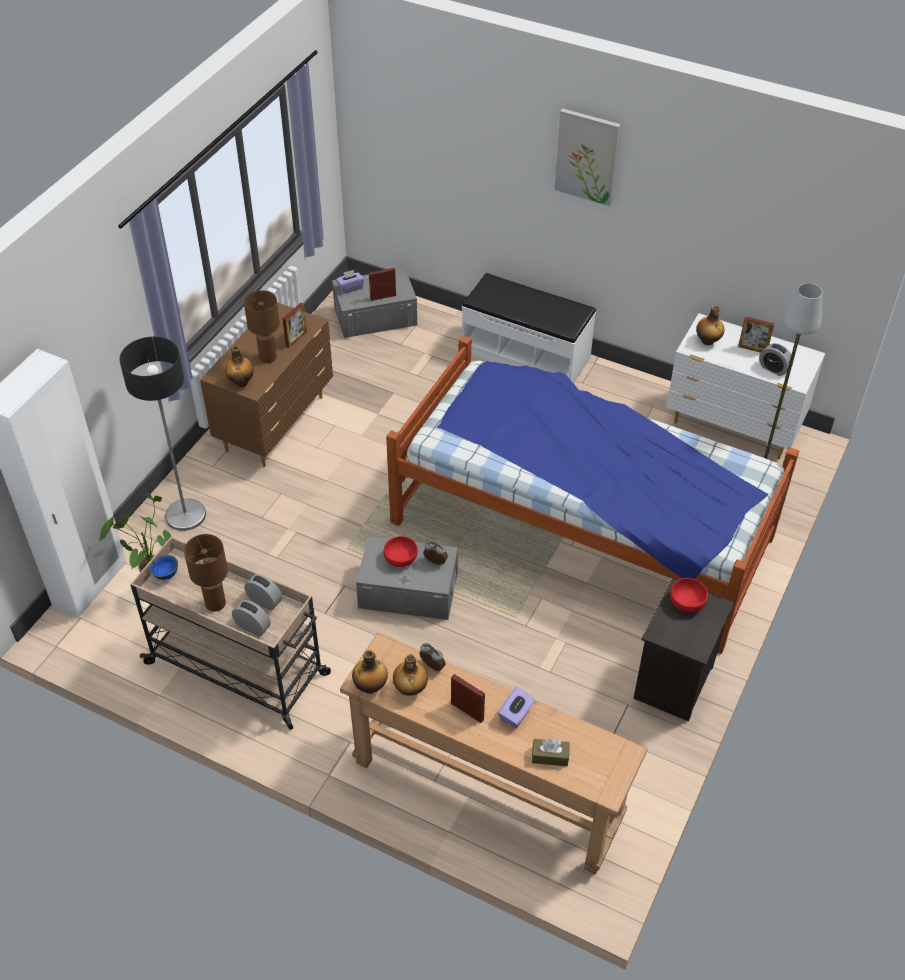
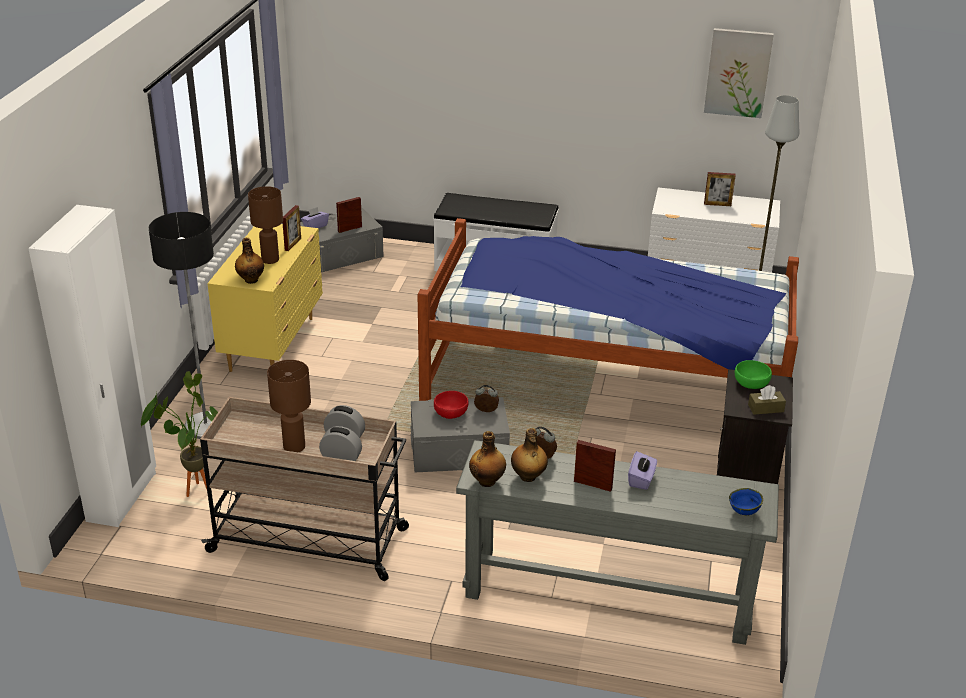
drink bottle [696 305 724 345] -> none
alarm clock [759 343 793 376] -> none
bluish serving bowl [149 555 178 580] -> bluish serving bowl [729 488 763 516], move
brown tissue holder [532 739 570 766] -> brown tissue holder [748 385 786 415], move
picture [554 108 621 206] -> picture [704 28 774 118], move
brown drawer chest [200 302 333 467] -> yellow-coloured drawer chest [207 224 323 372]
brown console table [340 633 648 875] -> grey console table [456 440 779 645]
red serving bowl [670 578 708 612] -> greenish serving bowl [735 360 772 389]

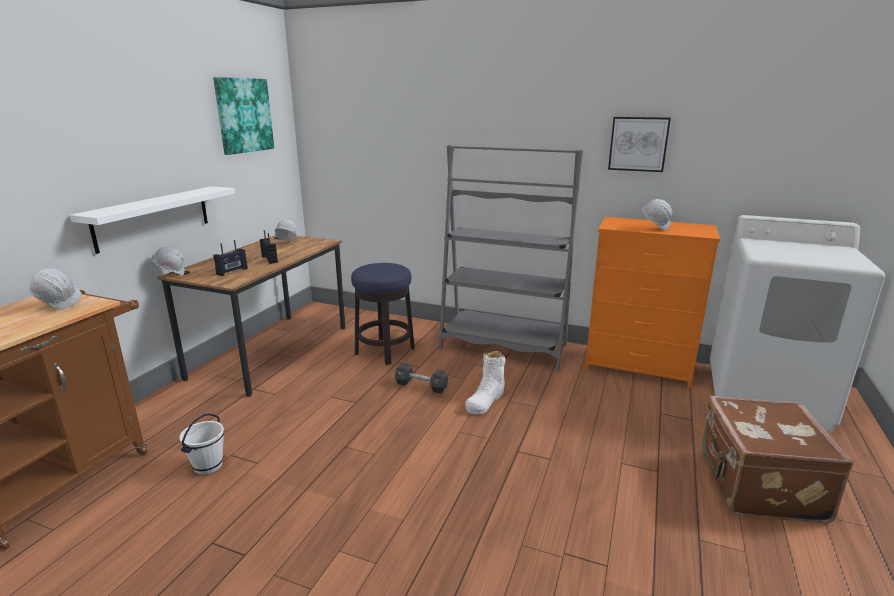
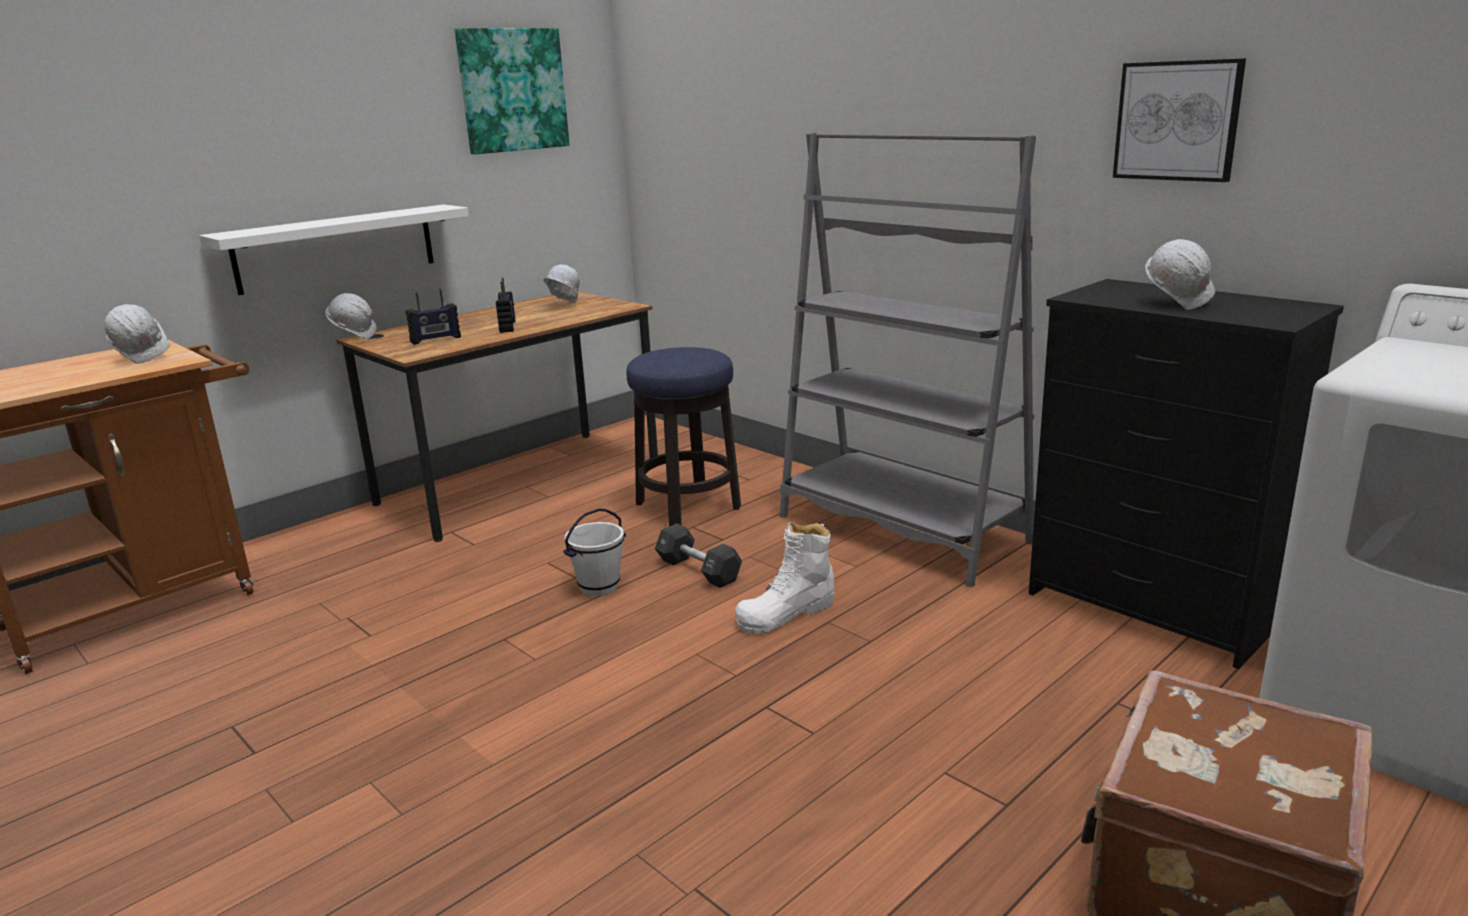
whitish pail [179 414 224 475] -> whitish pail [563 508 626 596], move
orangey drawer chest [585 217 720 388] -> blackish drawer chest [1029 279 1344 669]

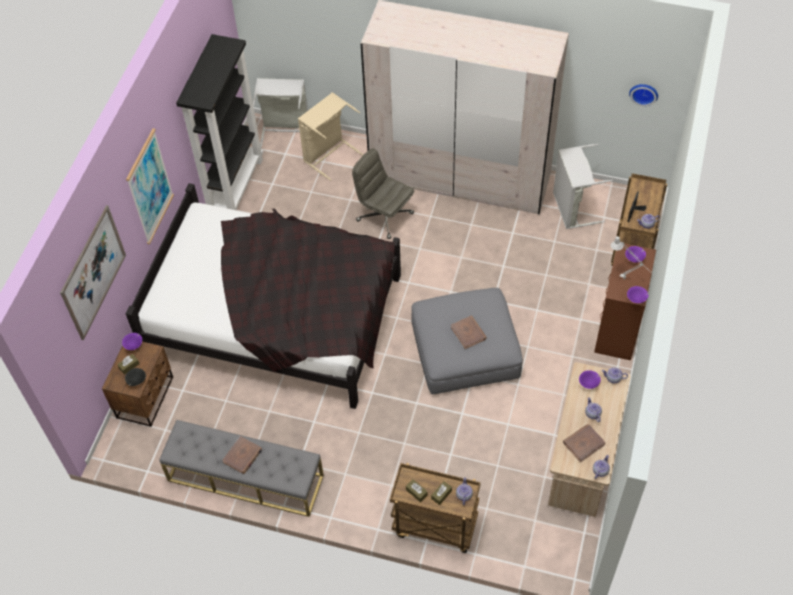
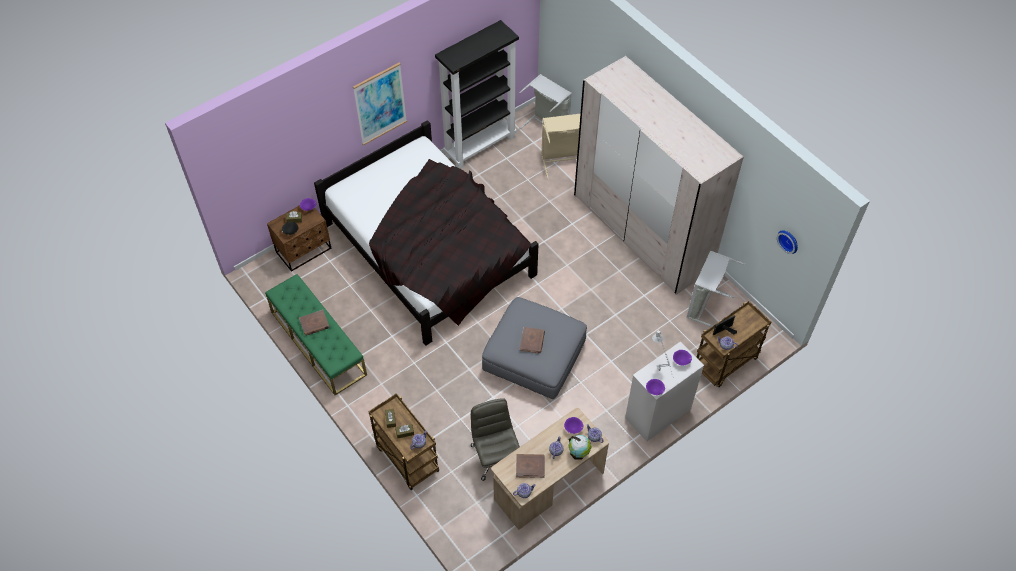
picture [60 205 126 340] -> none
none -> desk globe [569 435 592 460]
grey computer chair [352 148 414 239] -> grey computer chair [471 398 520 481], move
grey bench [159 420 324 517] -> greenish bench [265 274 367 395]
brown drawer chest [594 243 656 360] -> whitish drawer chest [625 341 704 441]

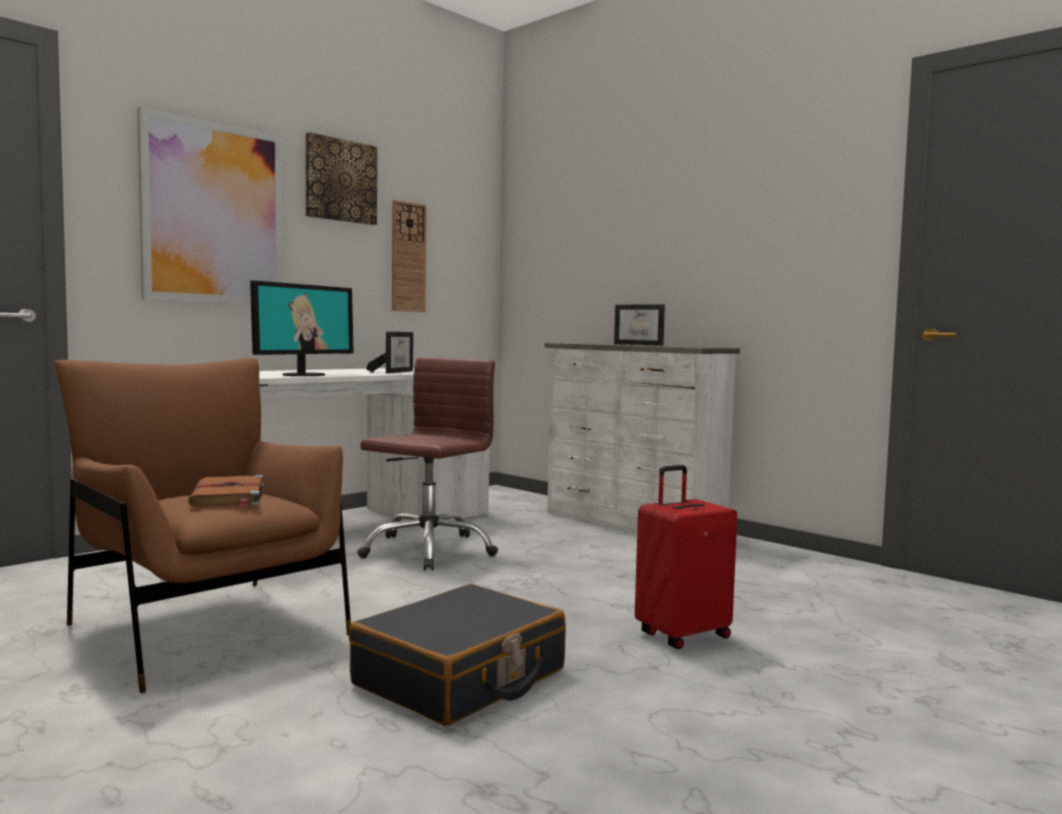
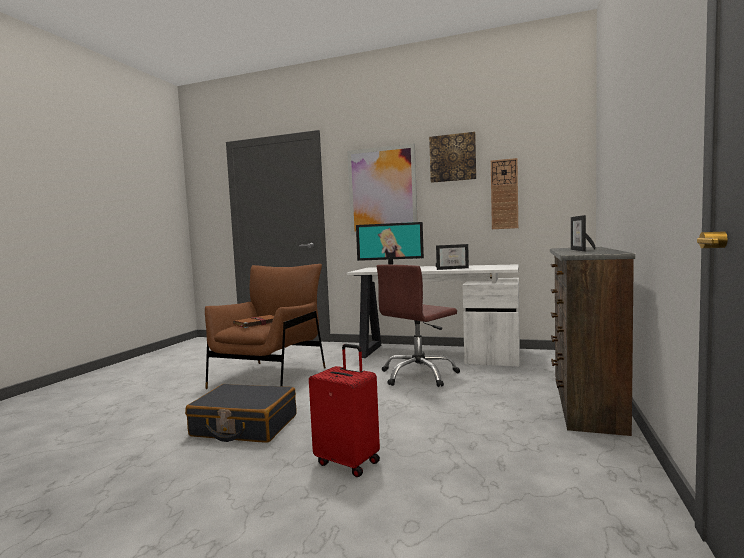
whitish drawer chest [545 343 740 533] -> brown drawer chest [550 247 635 436]
brown computer chair [357 357 498 570] -> brown computer chair [377 264 460 387], 135 degrees clockwise

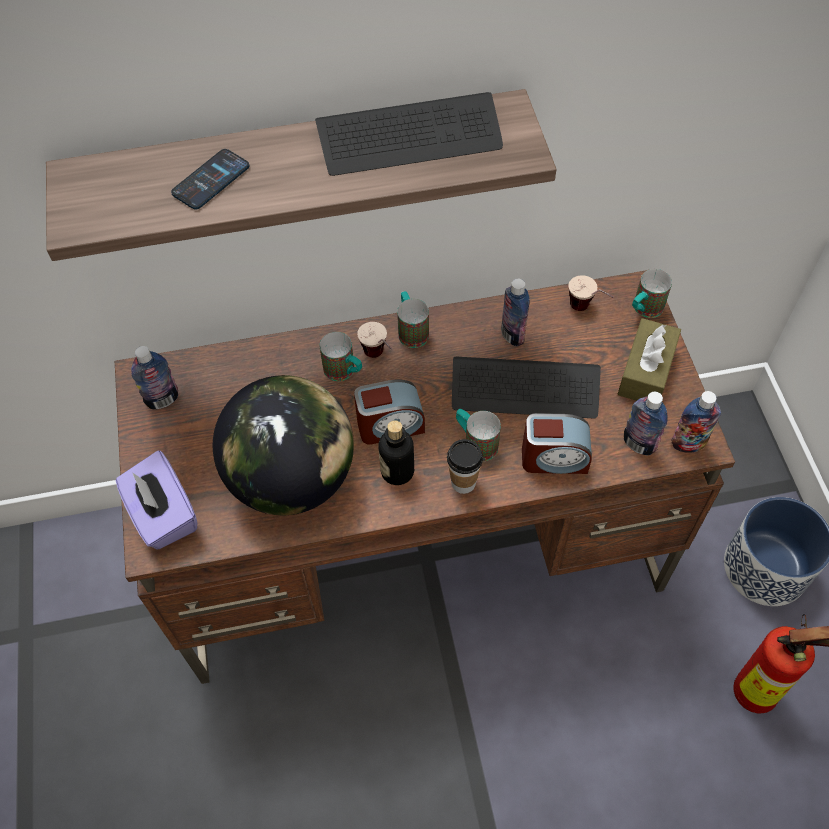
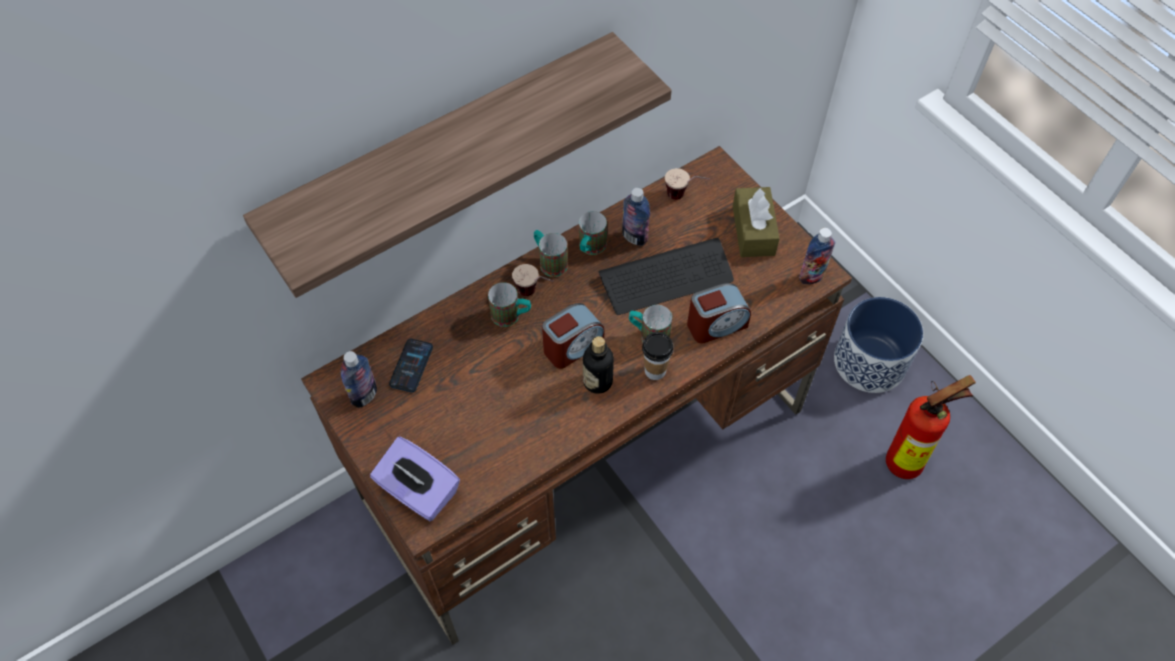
desk globe [213 375 354 515] -> none
computer keyboard [315 92 503 176] -> none
drink bottle [624 392 668 455] -> none
phone [171 149 249 210] -> phone [389 339 433 392], move
coffee mug [632 269 672 318] -> coffee mug [579 211 607 255], move

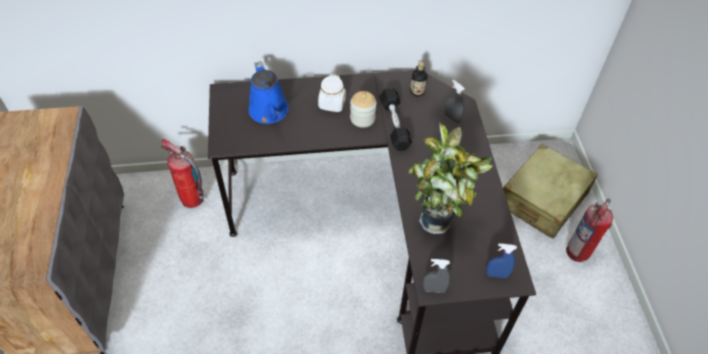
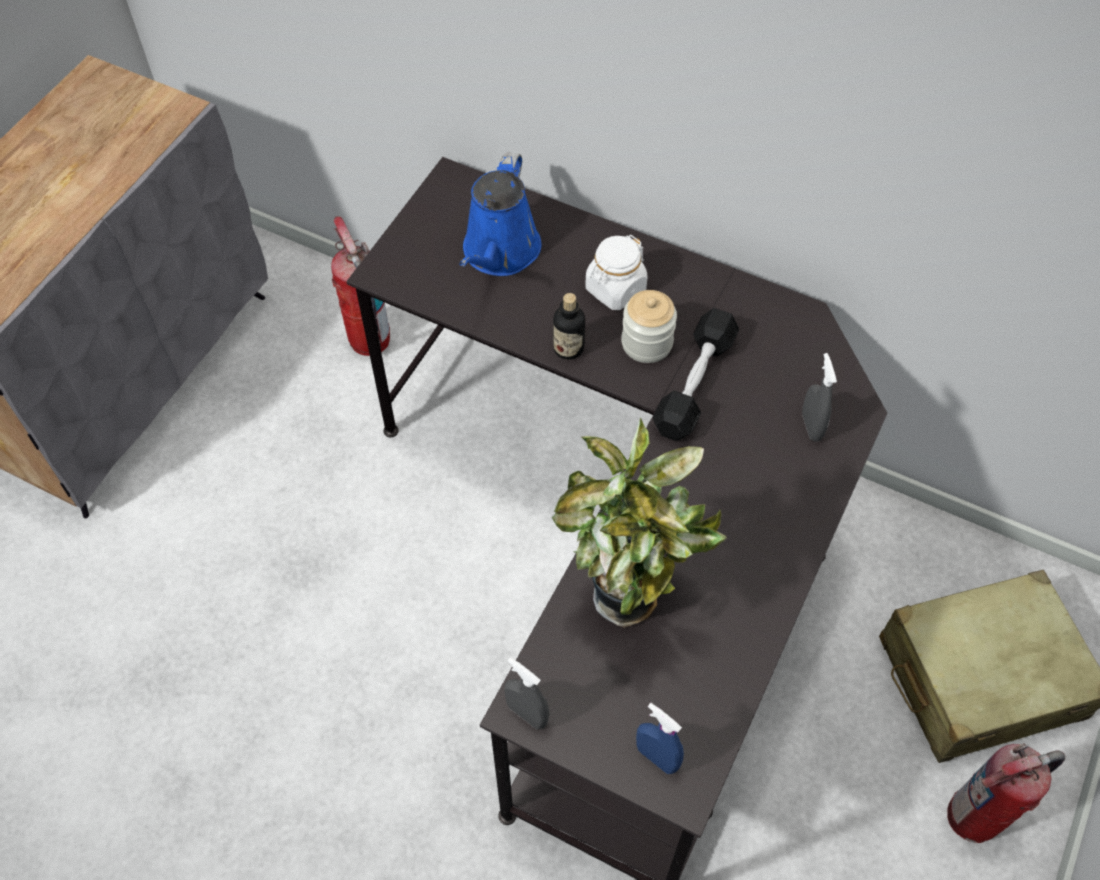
drink bottle [410 62 427 97] -> drink bottle [553 293 585 360], move

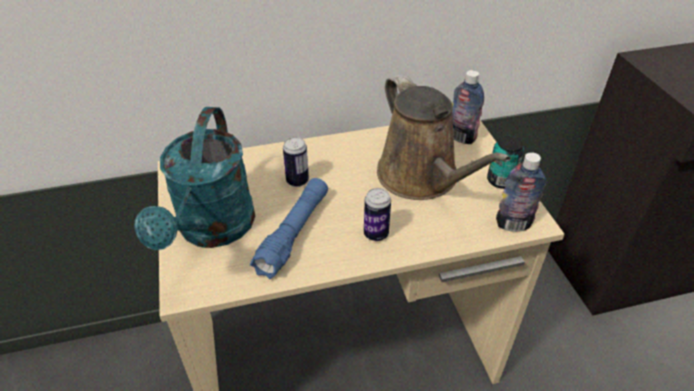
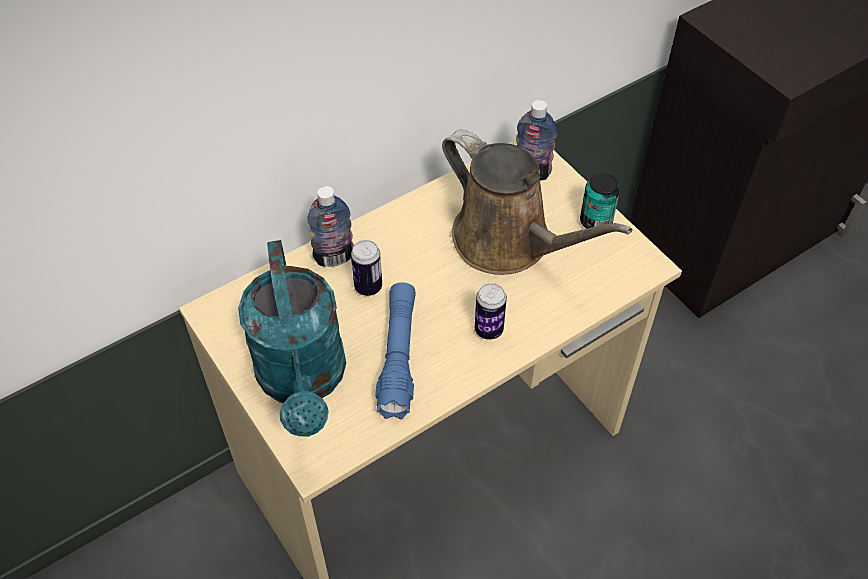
drink bottle [496 152 546 232] -> drink bottle [307 186 354 267], move

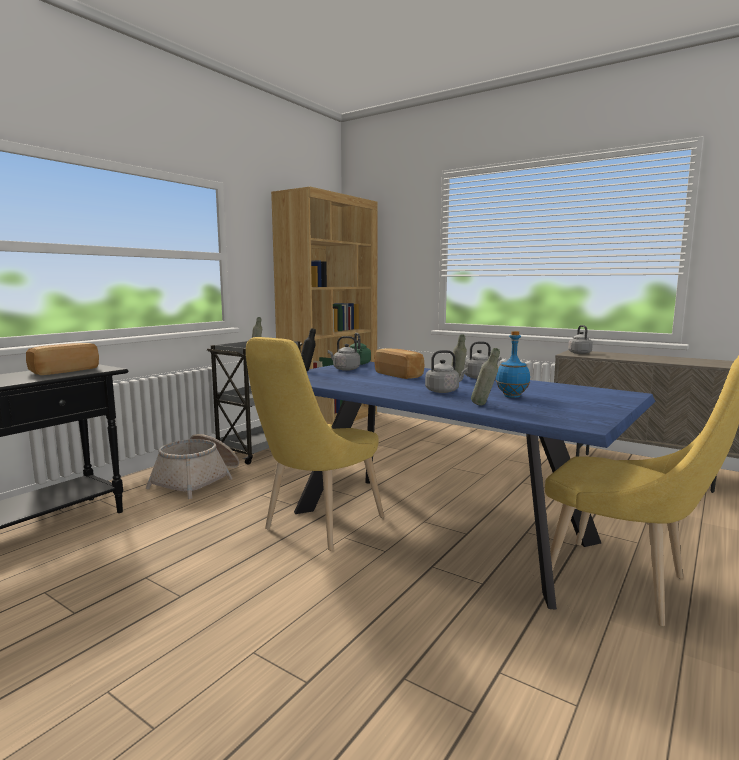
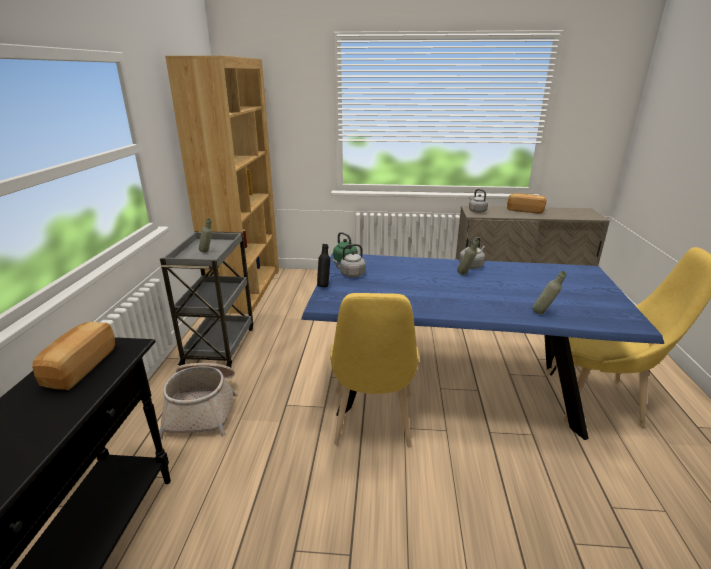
grey kettle [425 350 468 393] -> none
bluish drink bottle [496 331 530 398] -> none
bakery bread [374 348 425 379] -> bakery bread [507 193 547 214], move

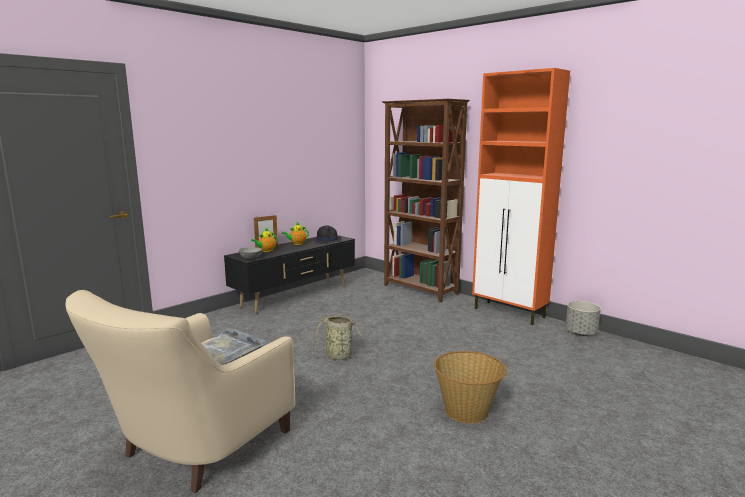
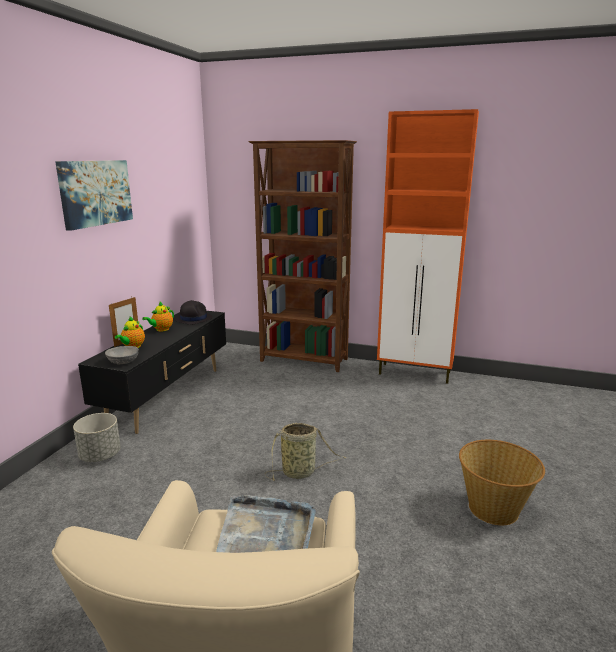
none -> picture [55 160 133 231]
grey planter [566 301 601 336] -> grey planter [73 413 121 462], move

